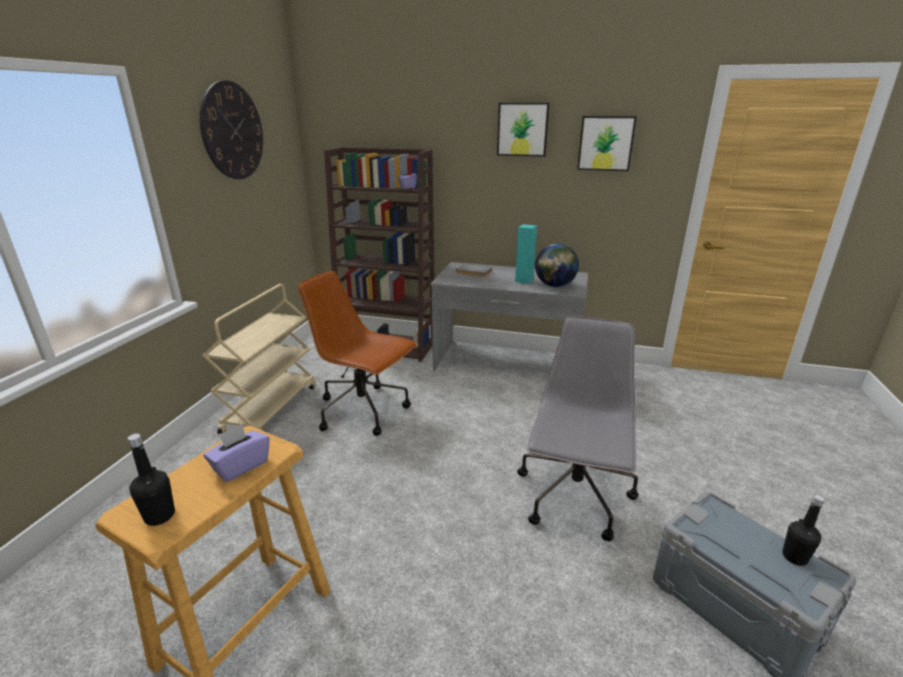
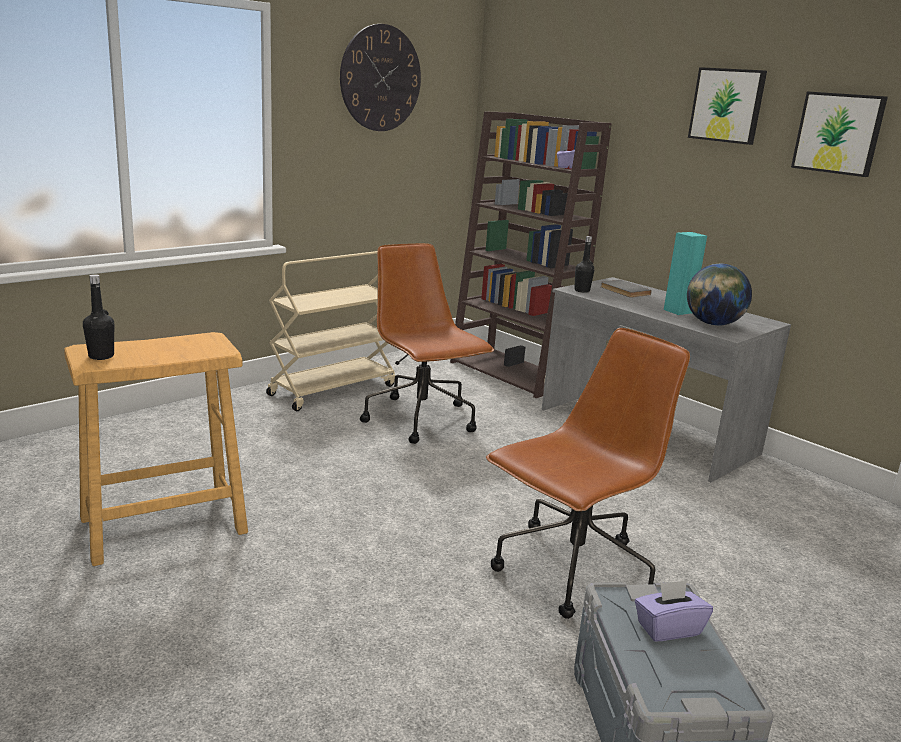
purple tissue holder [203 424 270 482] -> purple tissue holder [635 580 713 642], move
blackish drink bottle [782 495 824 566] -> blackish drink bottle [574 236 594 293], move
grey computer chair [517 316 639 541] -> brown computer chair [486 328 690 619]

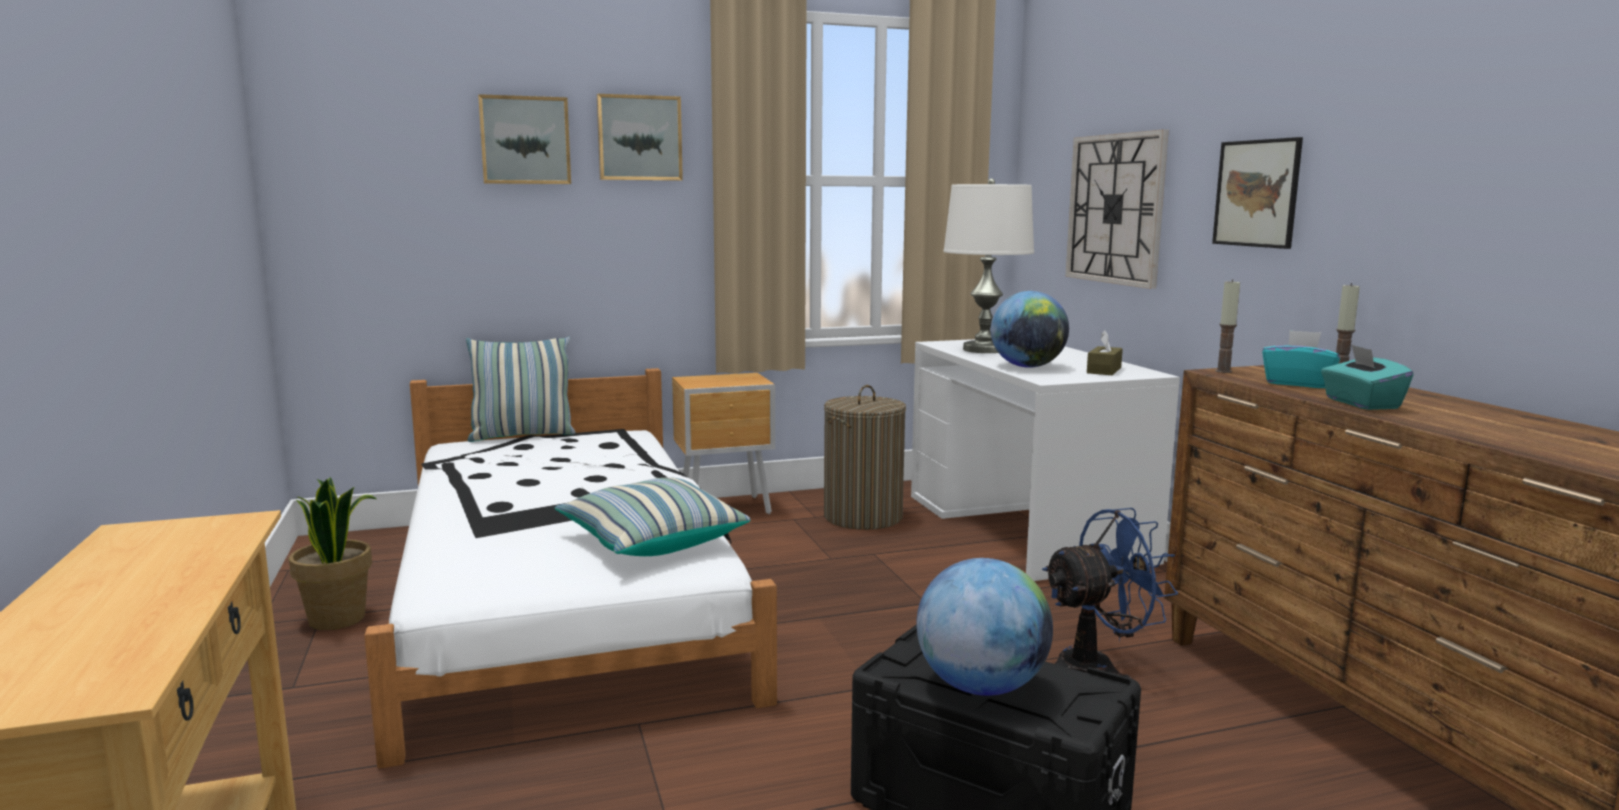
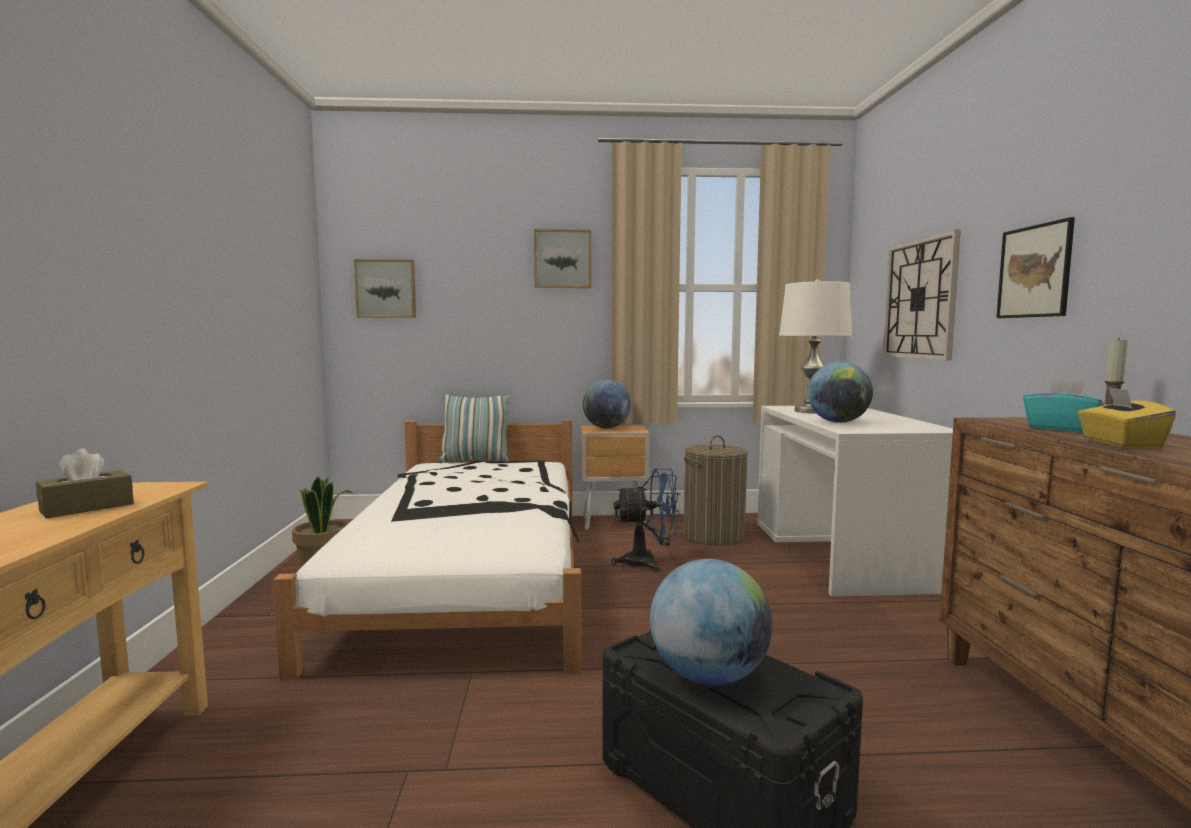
pillow [555 477 751 556] -> none
wax light [1215 279 1240 373] -> none
none -> desk globe [583 380 631 428]
picture [478 94 571 184] -> picture [354 259 416 318], move
bluish fan [1042 508 1178 678] -> bluish fan [611 468 680 572], move
brown tissue holder [1087 330 1123 375] -> brown tissue holder [36 448 134 518], move
blue-green tissue holder [1321 344 1414 410] -> yellow-coloured tissue holder [1078 387 1176 449]

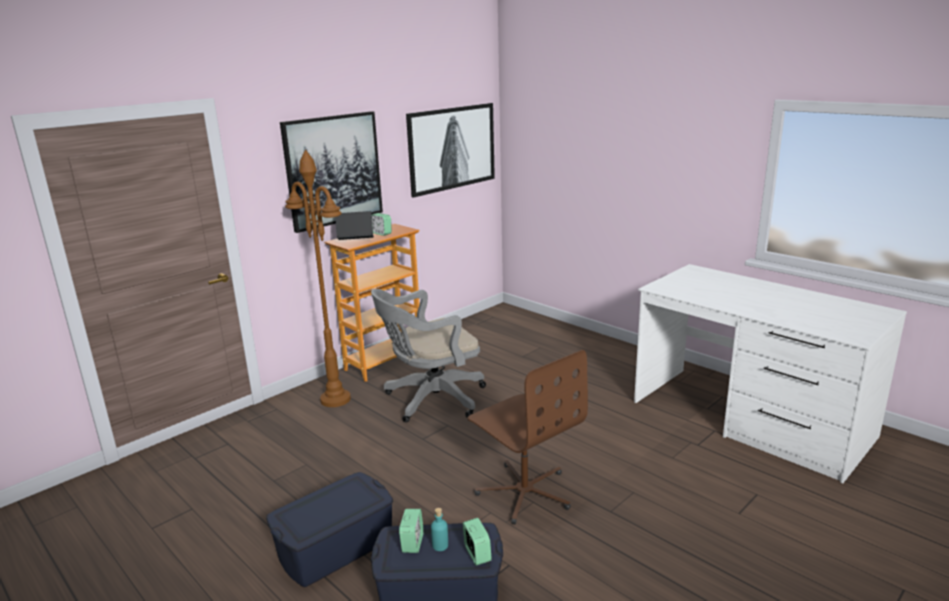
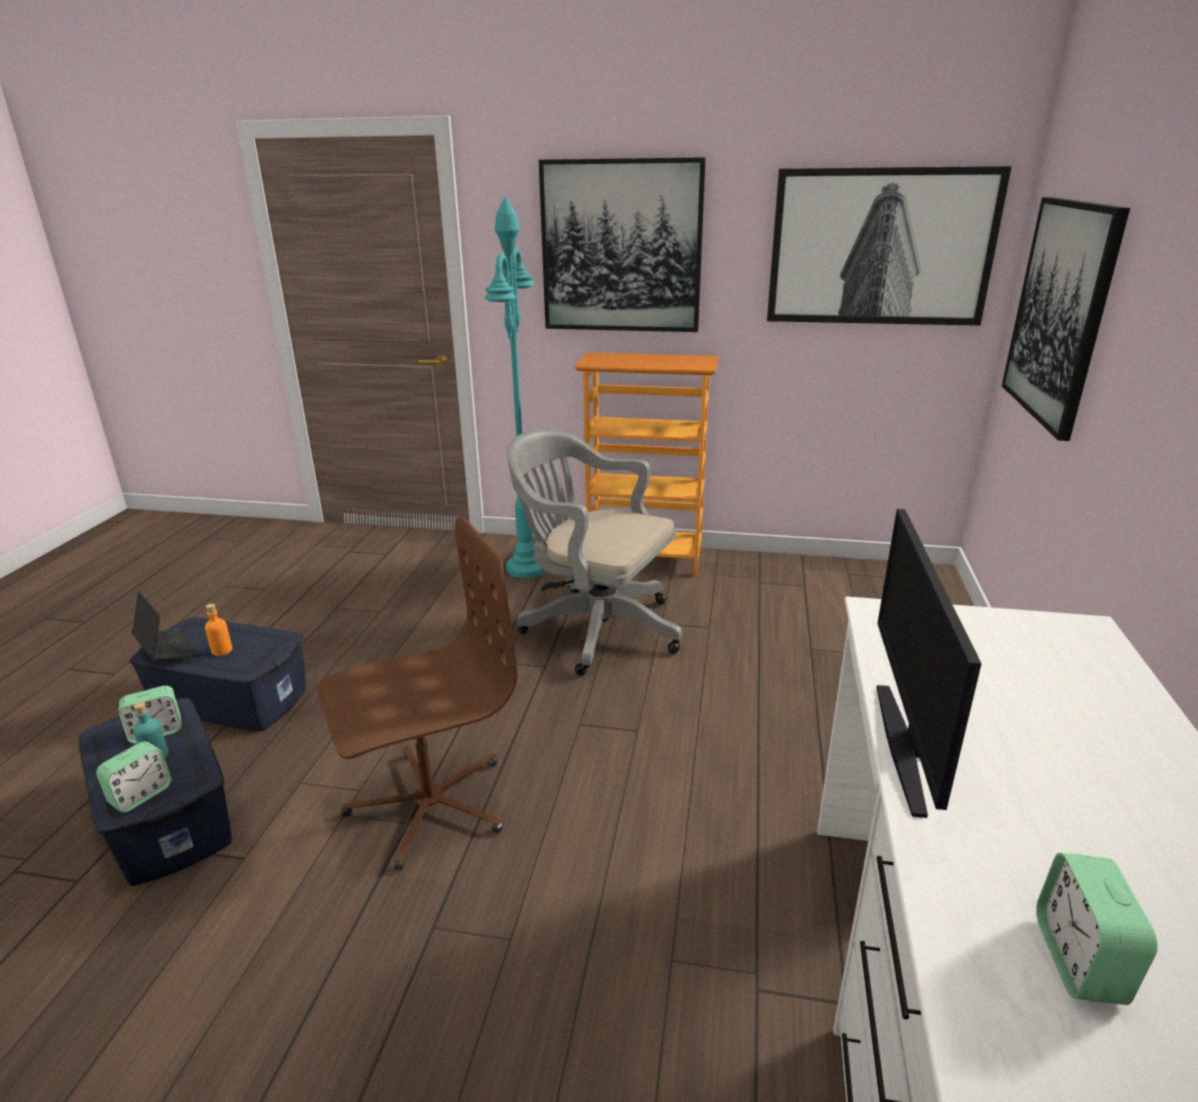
none -> orangey drink bottle [205 604 232 656]
none -> monitor [877 509 982 818]
none -> picture [1002 197 1130 441]
notebook computer [335 211 374 240] -> notebook computer [131 591 201 660], move
alarm clock [371 213 392 236] -> alarm clock [1036 853 1158 1005], move
brown standing lamp [285 150 351 407] -> blue-green standing lamp [485 196 546 578]
brown computer chair [467 350 588 524] -> brown computer chair [317 516 517 870], 135 degrees counterclockwise

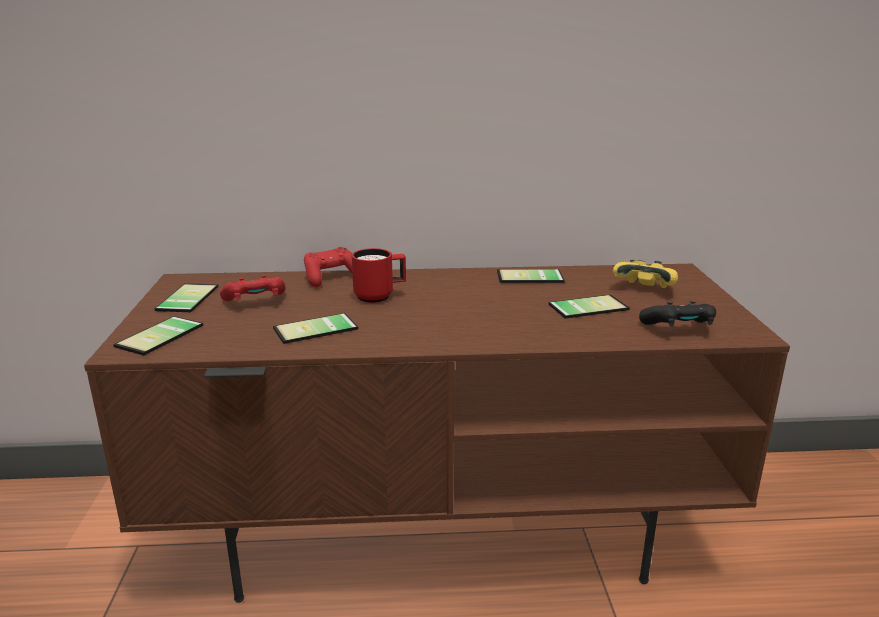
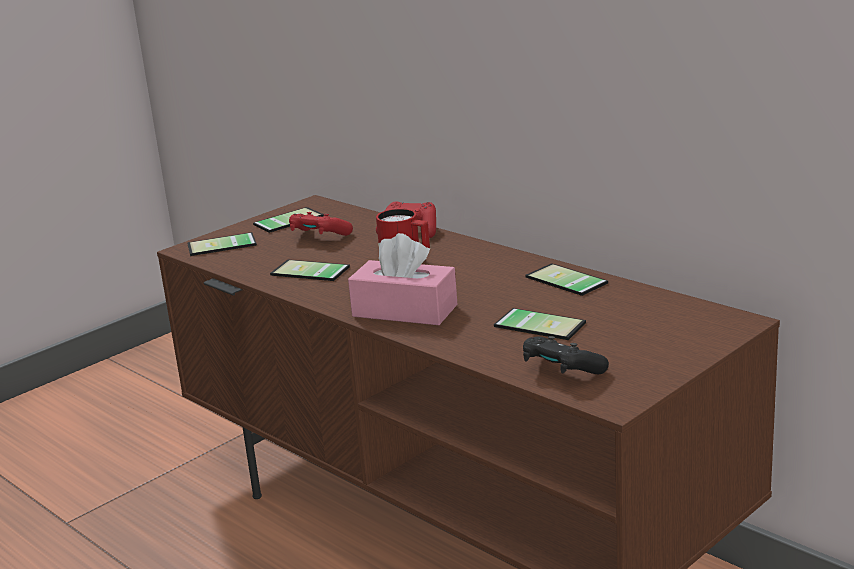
yellow-coloured joypad [613 260 678 288] -> none
none -> pink-coloured tissue holder [348 233 457 325]

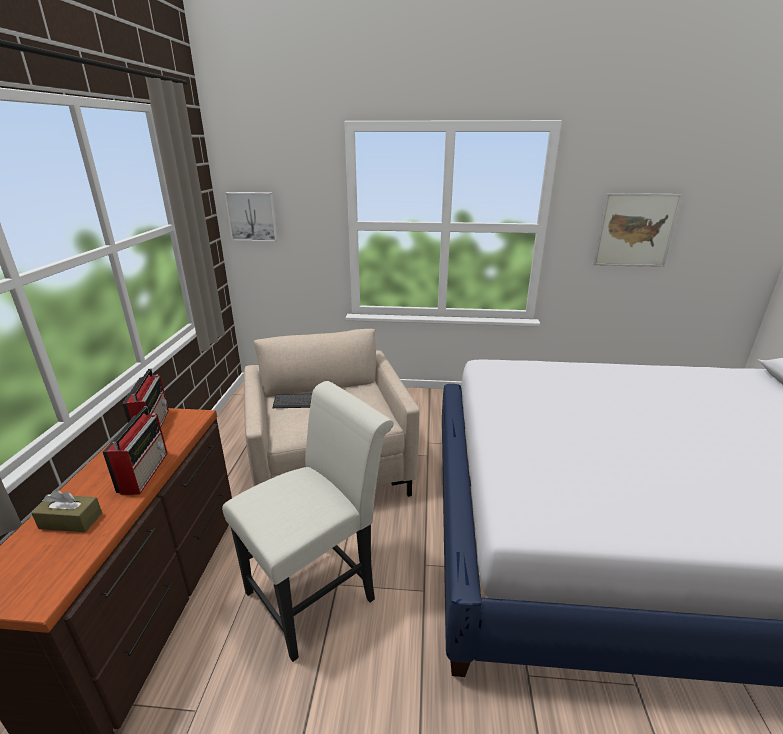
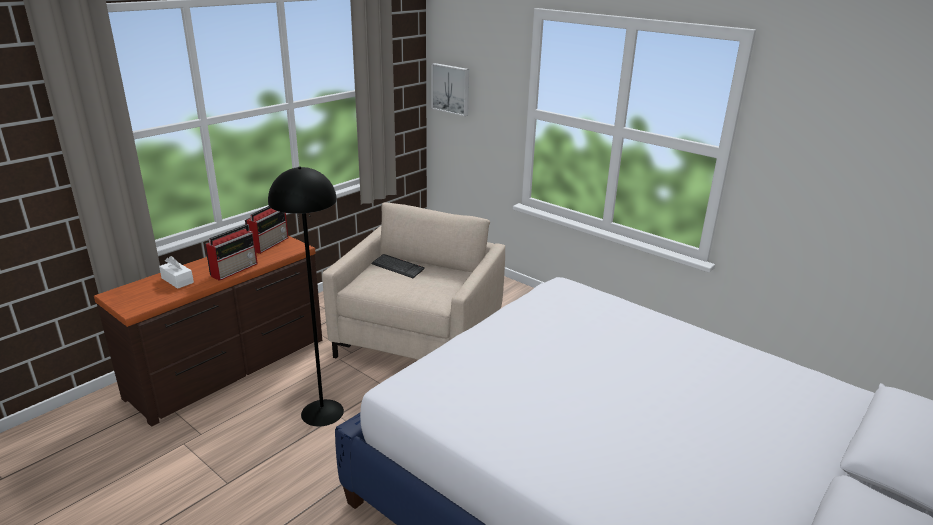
picture [593 193 683 267] -> none
whitish plain chair [222 381 394 662] -> blackish standing lamp [268 167 344 426]
brown tissue holder [31 489 102 532] -> whitish tissue holder [159 256 194 289]

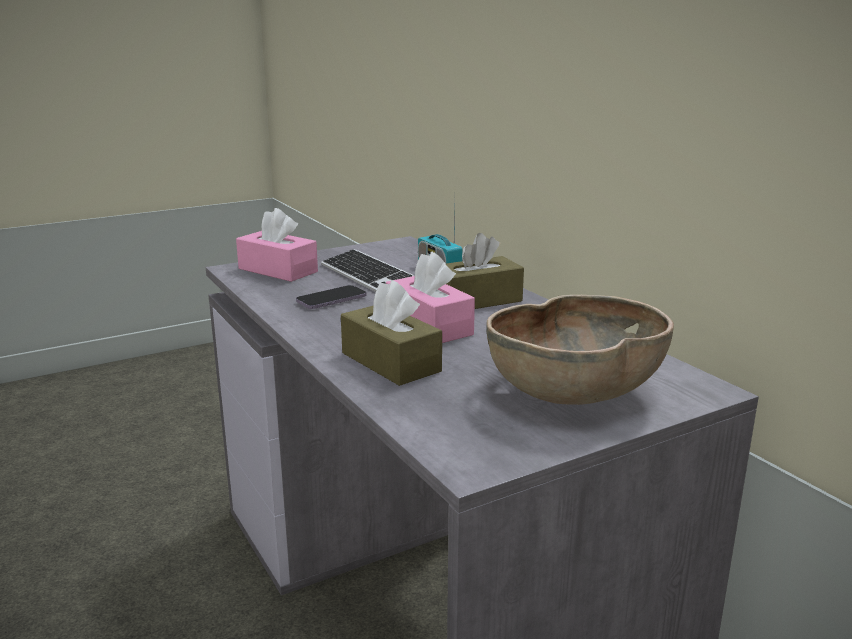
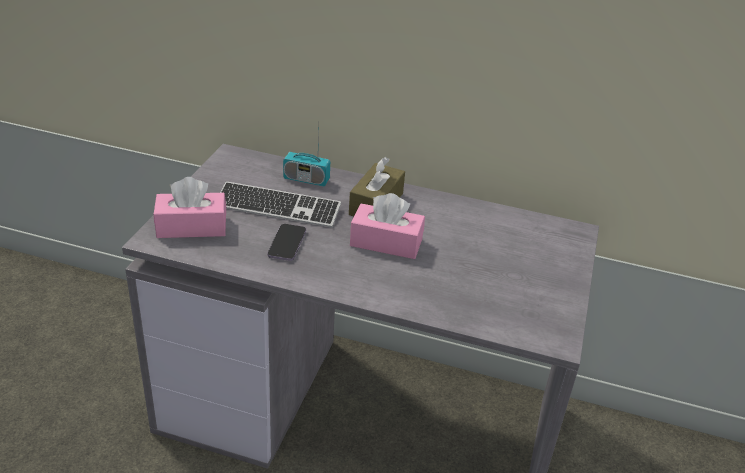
brown tissue holder [341 280 442 386] -> none
brown serving bowl [486 295 674 405] -> none

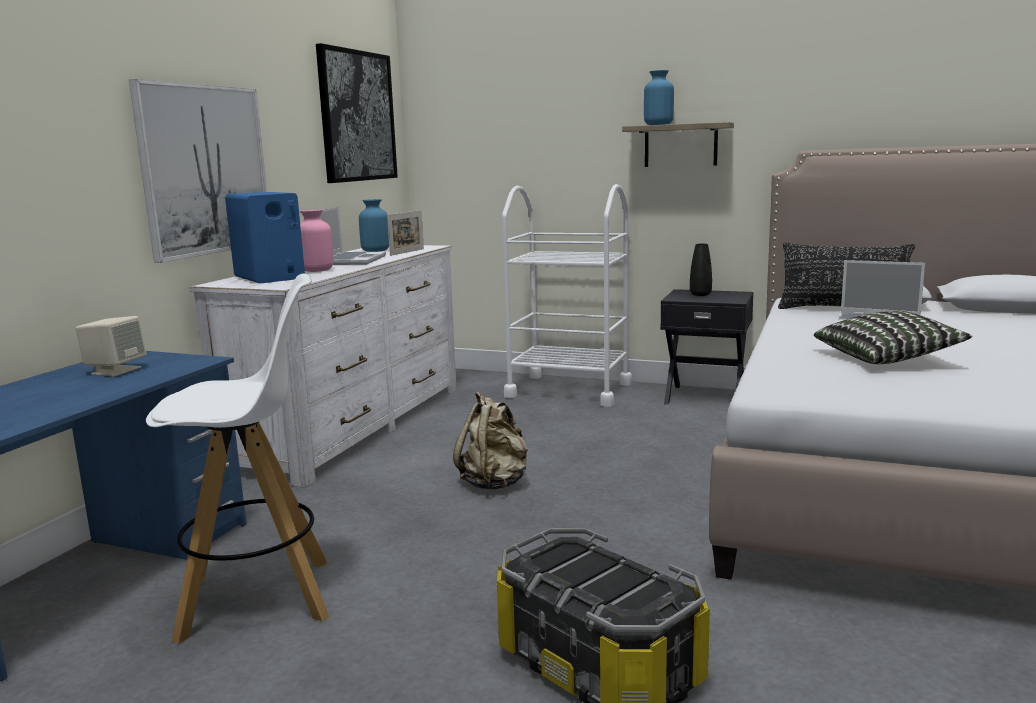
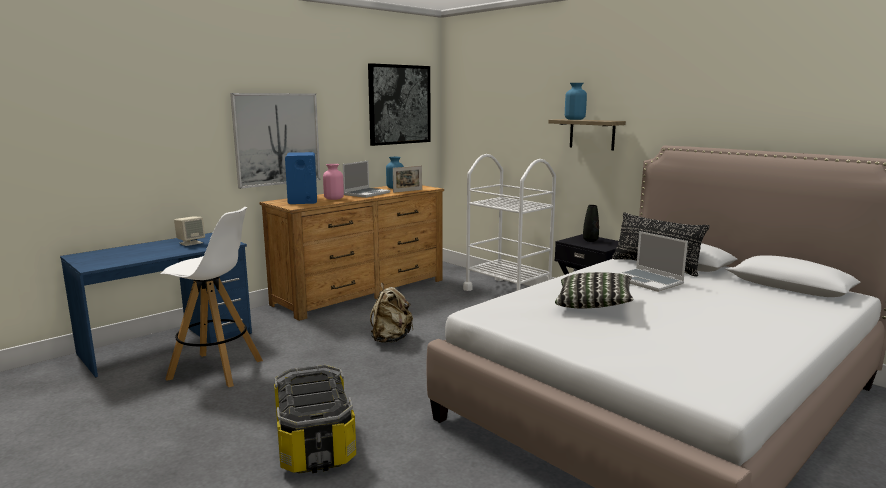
whitish drawer chest [190 245 457 488] -> brown drawer chest [259 185 444 321]

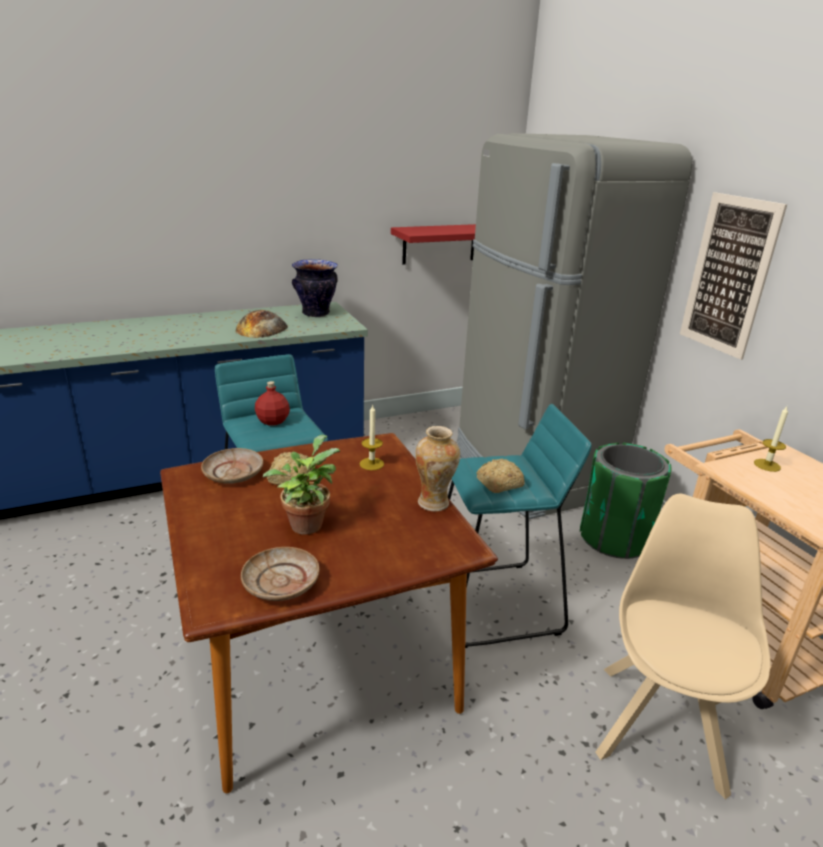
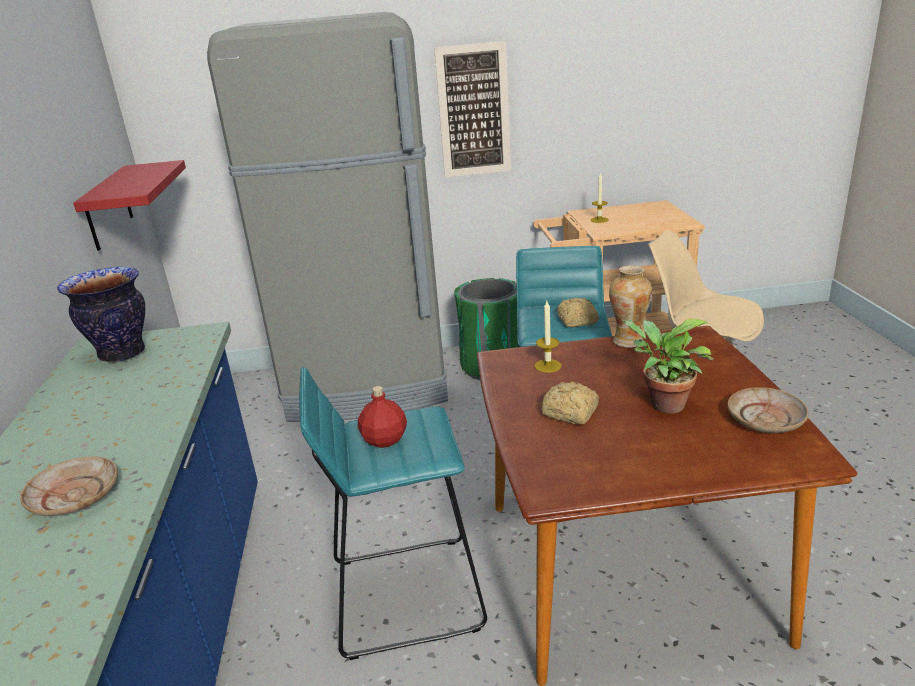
bakery bread [235 310 288 338] -> none
sand-coloured flat dish [201 448 263 484] -> sand-coloured flat dish [20 456 118 516], move

